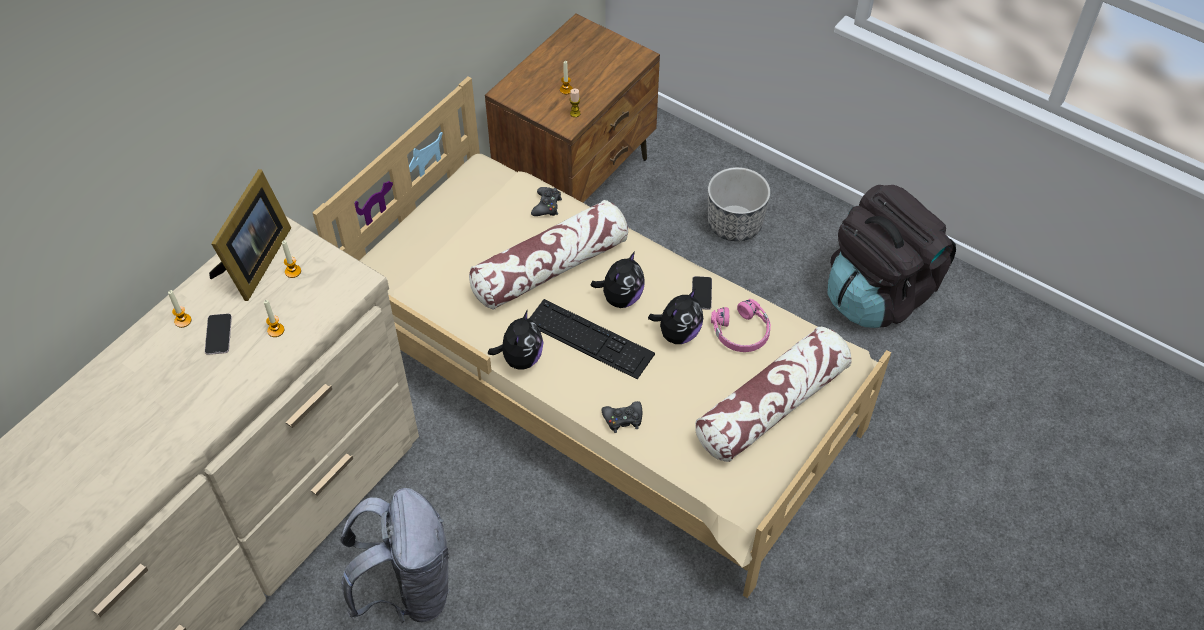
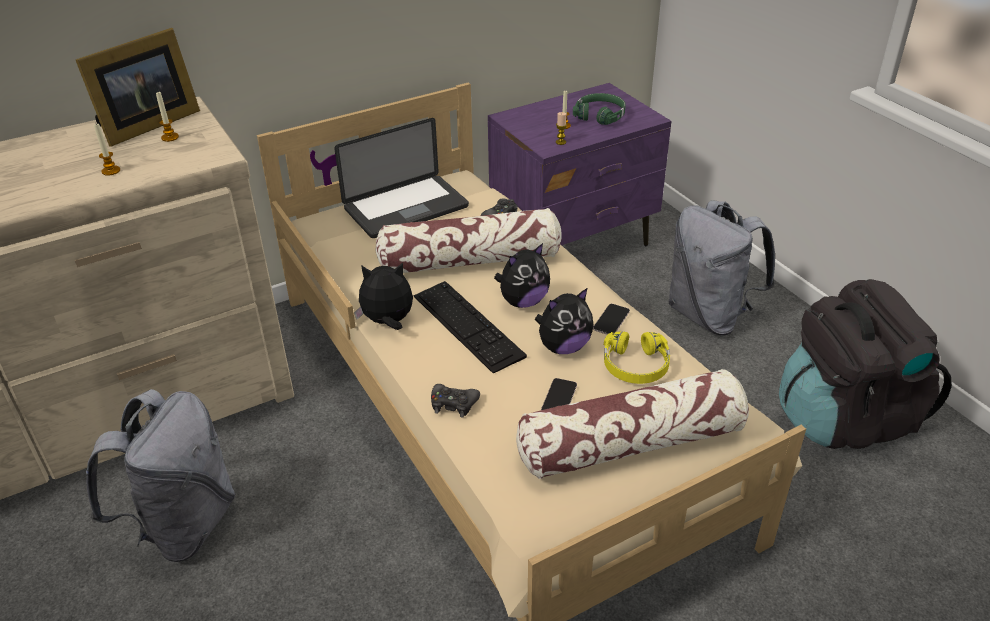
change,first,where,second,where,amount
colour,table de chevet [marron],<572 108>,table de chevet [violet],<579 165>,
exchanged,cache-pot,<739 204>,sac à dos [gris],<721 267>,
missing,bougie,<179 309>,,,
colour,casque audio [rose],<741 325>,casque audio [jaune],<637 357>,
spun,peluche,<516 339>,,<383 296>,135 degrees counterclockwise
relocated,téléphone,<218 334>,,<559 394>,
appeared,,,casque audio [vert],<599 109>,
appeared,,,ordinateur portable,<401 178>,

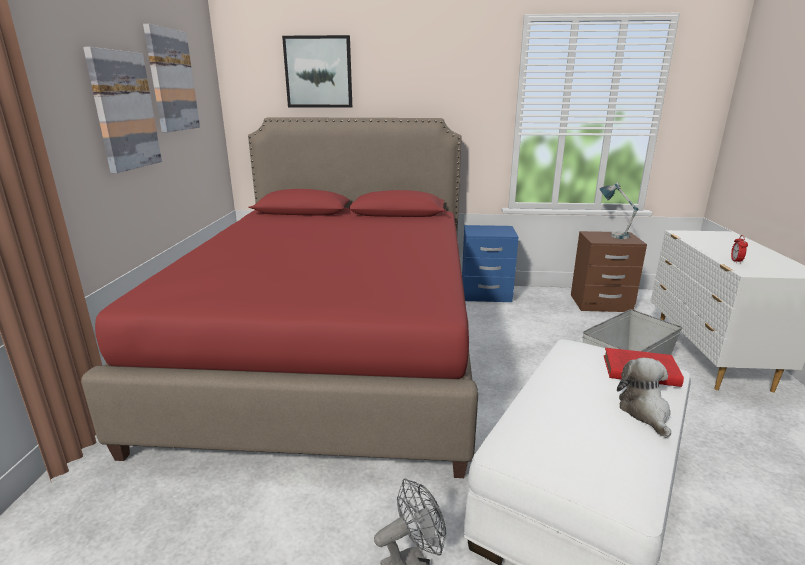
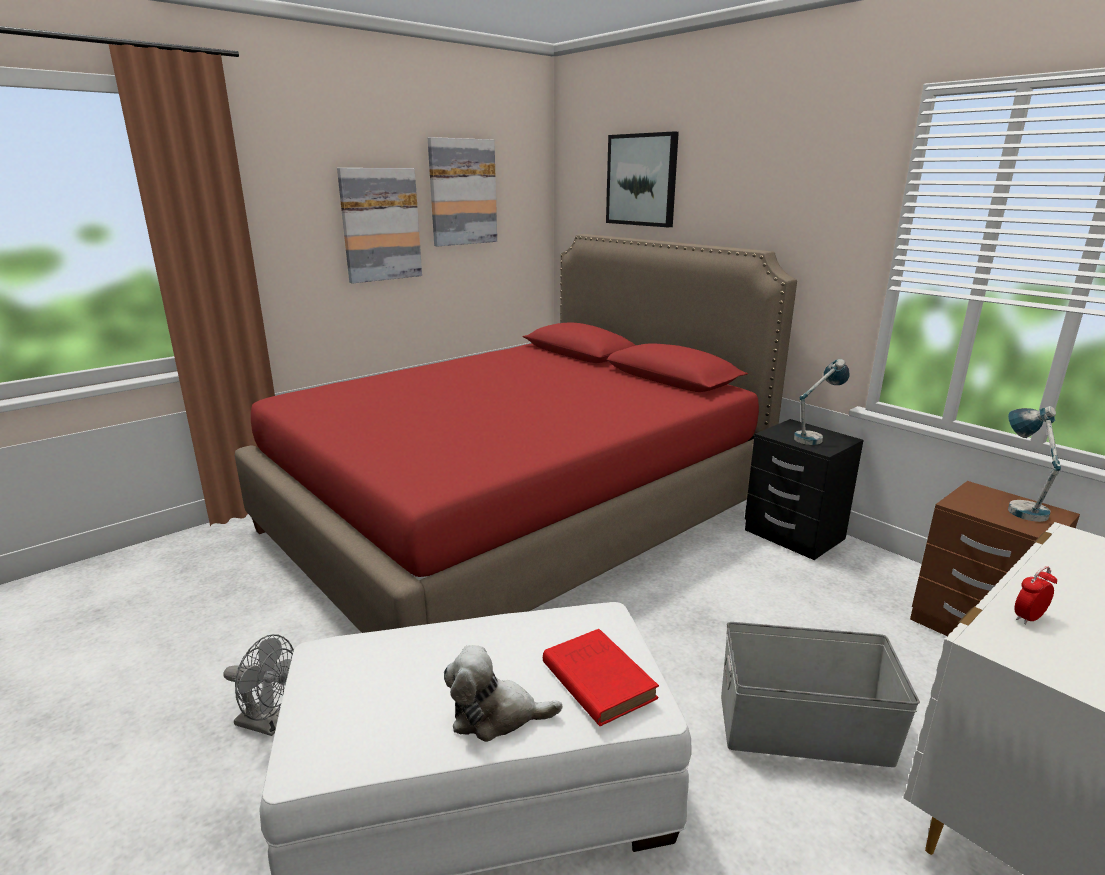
change,first,where,second,where,amount
colour,table de chevet [bleu],<490 263>,table de chevet [noir],<804 489>,
spun,peluche,<644 397>,,<503 693>,135 degrees counterclockwise
appeared,,,lampe de table,<822 402>,

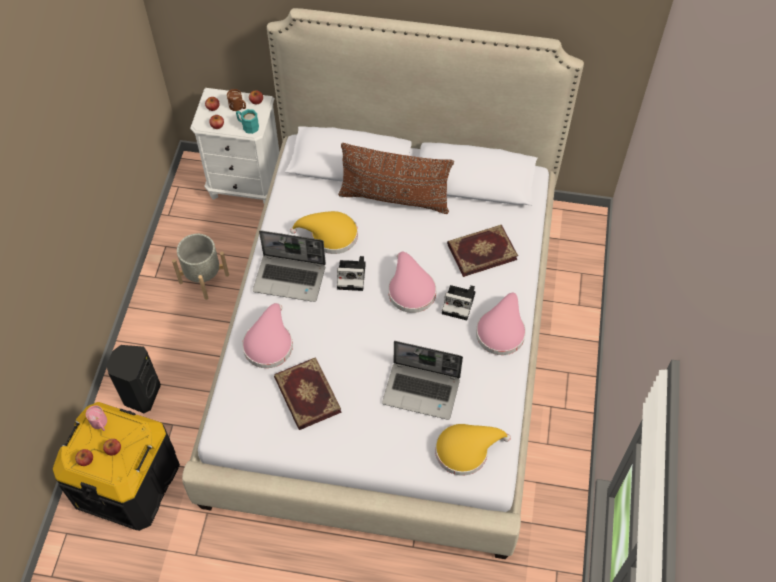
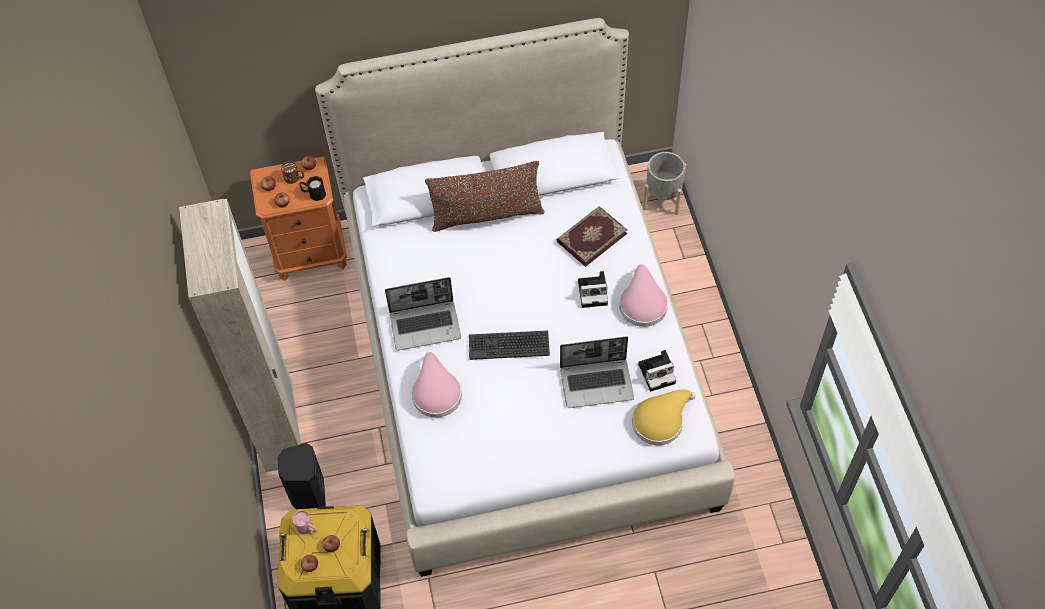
change,first,where,second,where,amount
colour,table de chevet [blanc],<235 146>,table de chevet [orange],<298 219>,
colour,mug [turquoise],<247 121>,mug [noir],<312 188>,
missing,chapeau [jaune],<324 232>,,,
relocated,cache-pot [gris],<200 267>,,<664 183>,
missing,chapeau [rose],<412 282>,,,
relocated,appareil photo,<351 273>,,<657 371>,
missing,livre,<308 393>,,,
appeared,,,armoire [beige],<240 335>,
appeared,,,clavier,<509 345>,

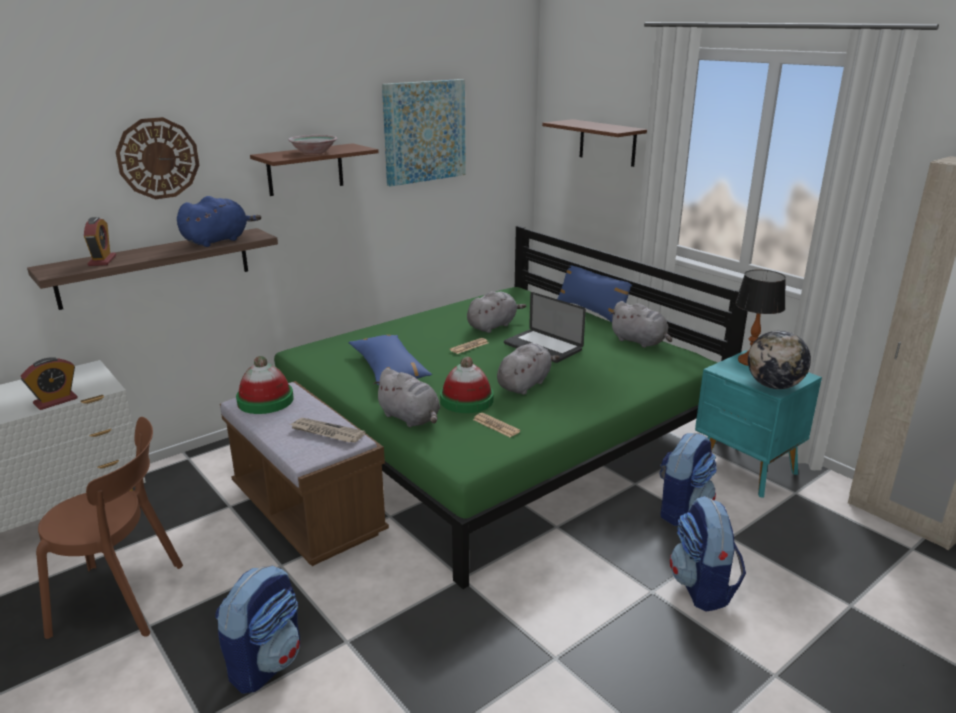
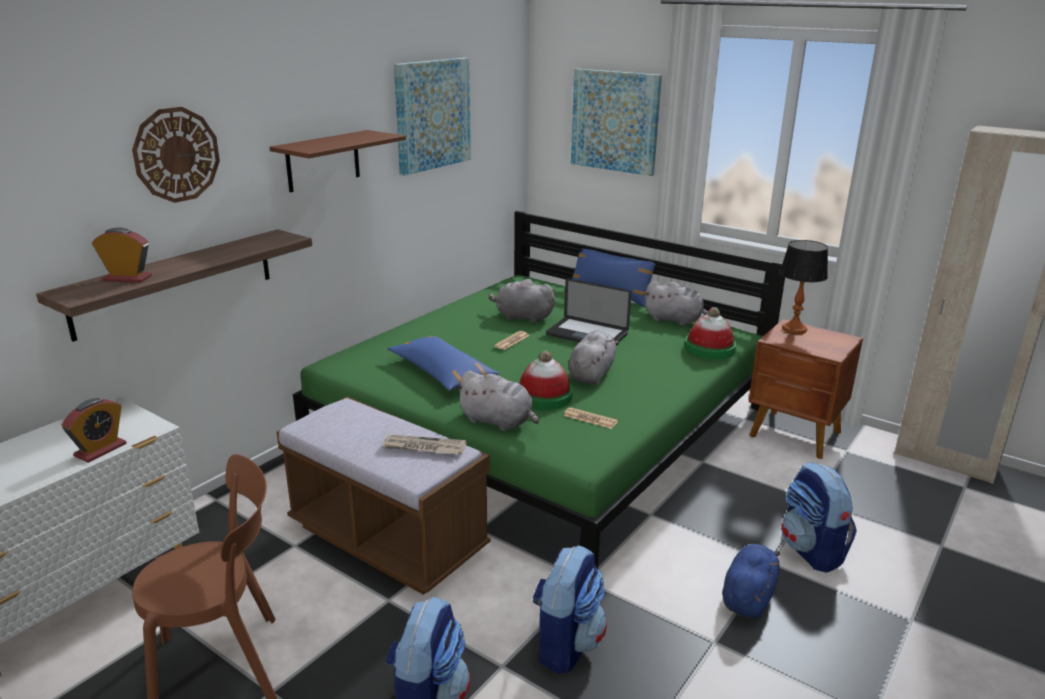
change,first,where,second,where,amount
exchanged,étagère [marron],<594 143>,tableau,<616 122>,
missing,bol,<312 144>,,,
relocated,peluche [bleu],<219 221>,,<751 581>,
spun,réveil,<100 241>,,<122 255>,60 degrees counterclockwise
spun,peluche [gris],<496 312>,,<522 301>,105 degrees counterclockwise
missing,globe,<779 359>,,,
colour,table de chevet [turquoise],<758 423>,table de chevet [marron],<806 389>,
relocated,chapeau,<265 385>,,<710 333>,
relocated,sac à dos,<688 479>,,<569 609>,

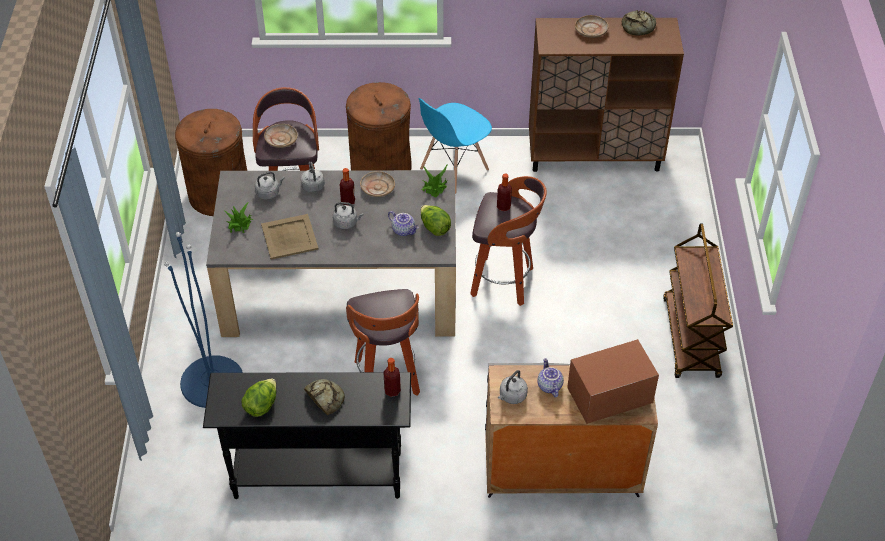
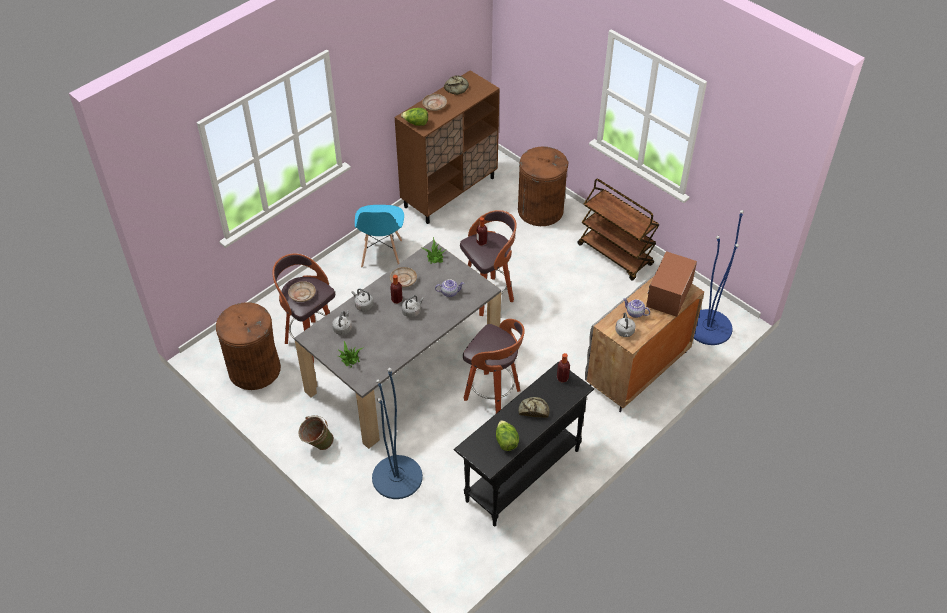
change,first,where,second,where,amount
relocated,poubelle [marron],<379 126>,,<543 186>,
relocated,laitue,<436 220>,,<414 117>,
missing,plateau [beige],<290 237>,,,
appeared,,,lampadaire [bleu],<719 277>,
appeared,,,seau [vert],<316 432>,

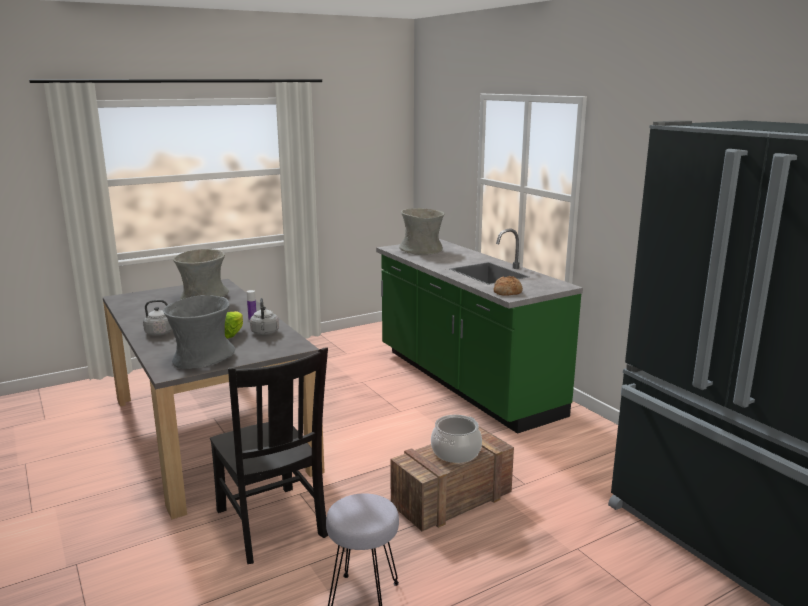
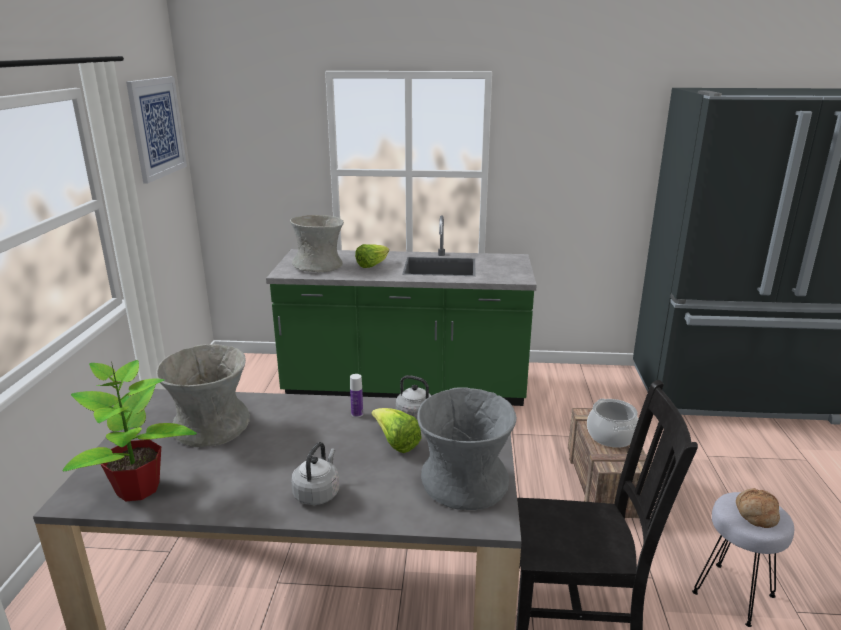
change,first,where,second,where,amount
relocated,pain,<508 286>,,<758 508>,
appeared,,,tableau,<156 130>,
appeared,,,laitue,<372 256>,
appeared,,,plante en pot,<129 431>,

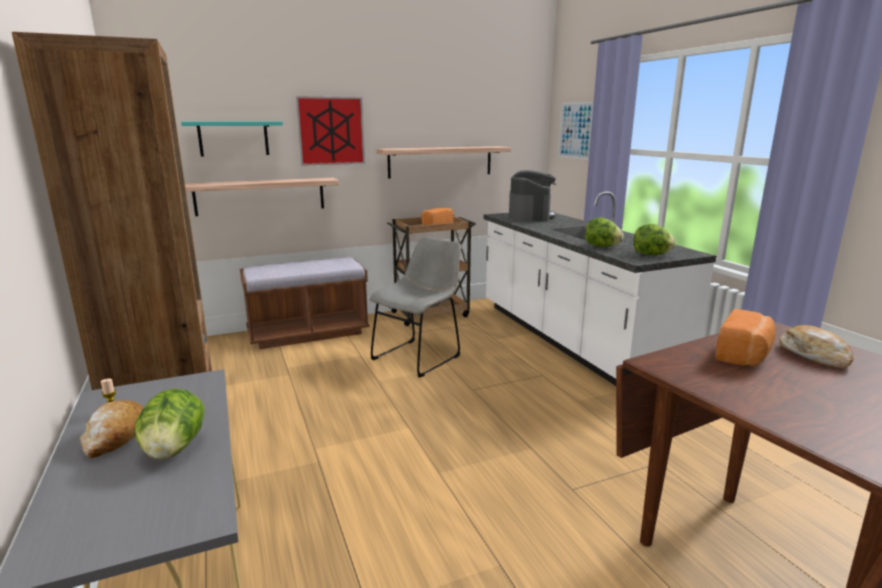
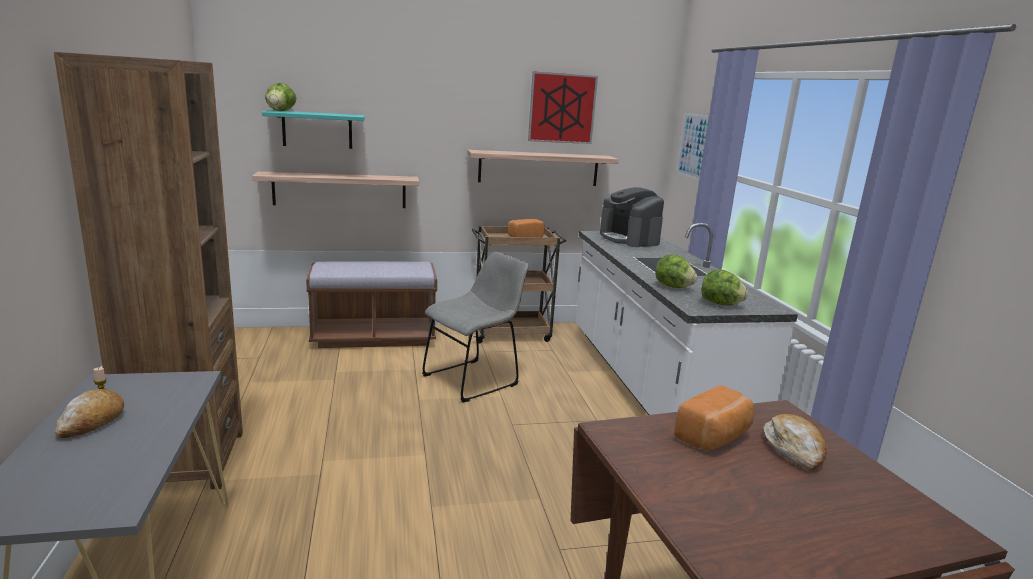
change,first,where,second,where,amount
relocated,tableau,<330 131>,,<563 107>,
spun,machine à café,<532 196>,,<632 217>,135 degrees clockwise
relocated,laitue,<170 424>,,<280 97>,

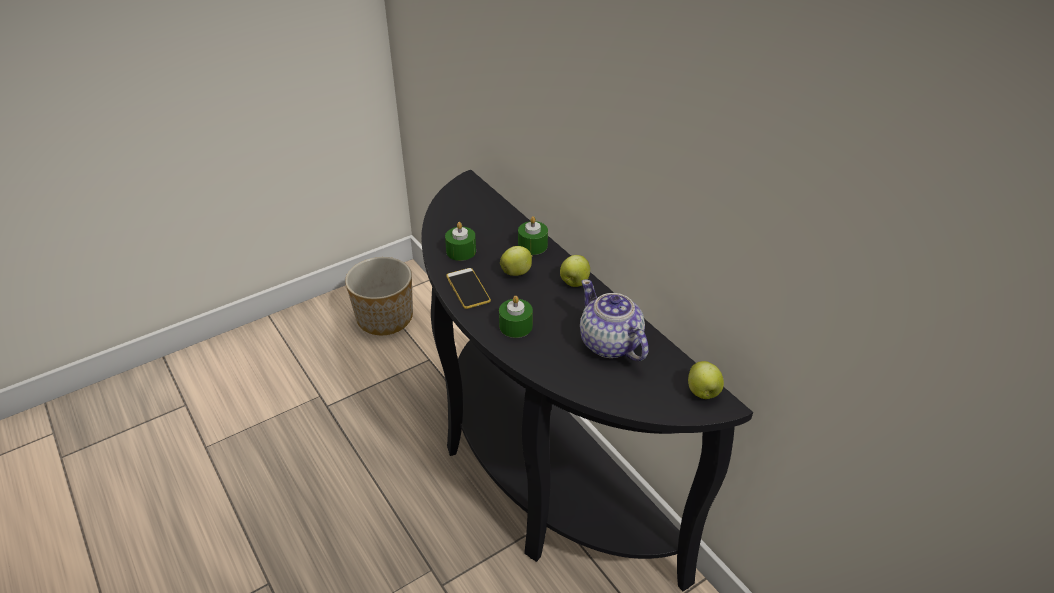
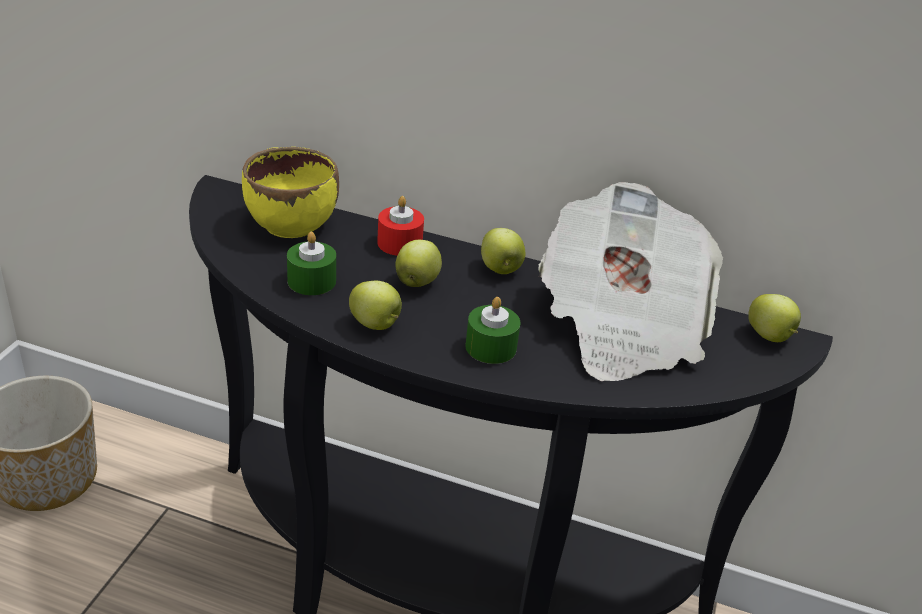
change,first,where,second,where,amount
colour,bougie [vert],<533 235>,bougie [rouge],<400 226>,
exchanged,téléphone,<468 288>,pomme,<375 305>,
exchanged,théière,<614 320>,journal,<630 281>,
appeared,,,bol [jaune],<290 192>,

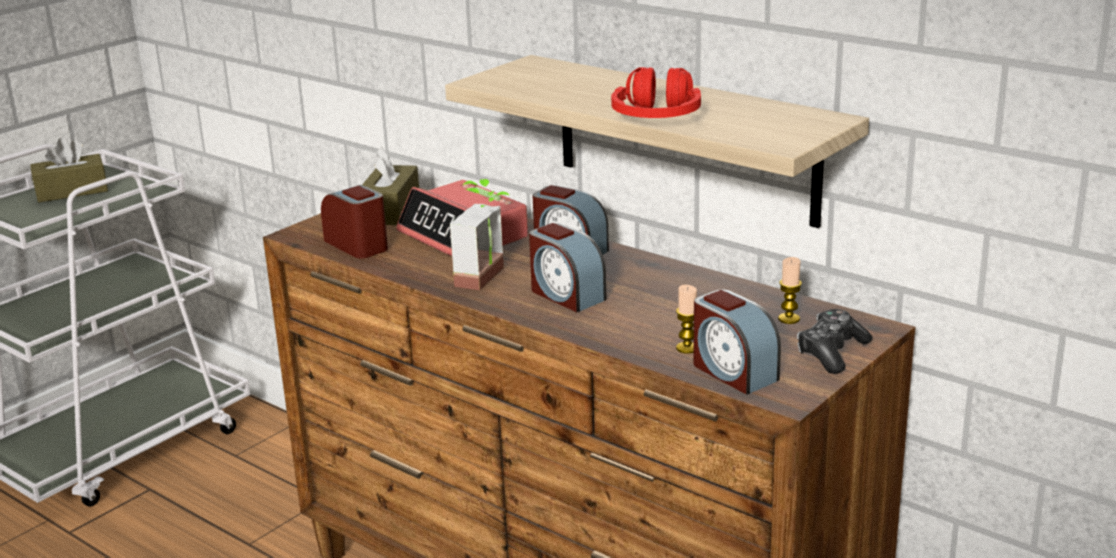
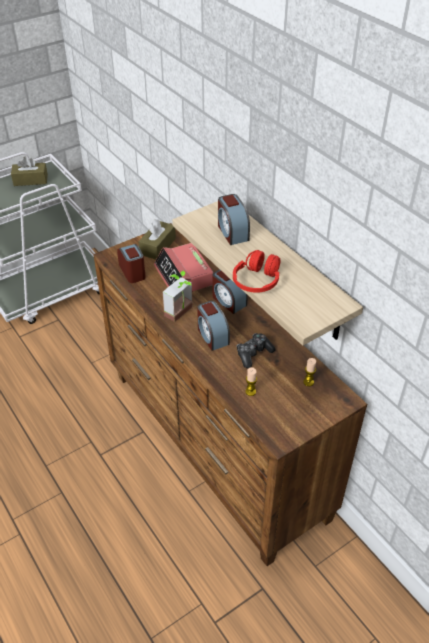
change,first,where,second,where,amount
relocated,réveil,<737 342>,,<234 219>,
relocated,manette,<835 341>,,<256 350>,

